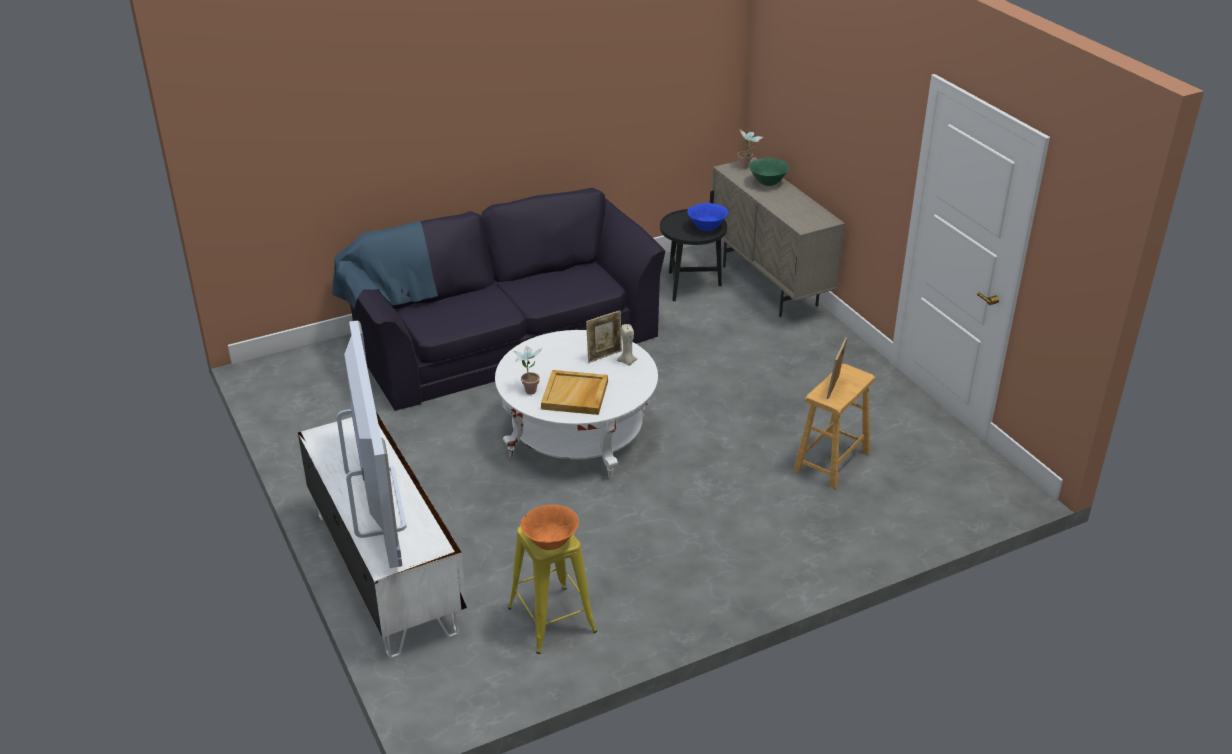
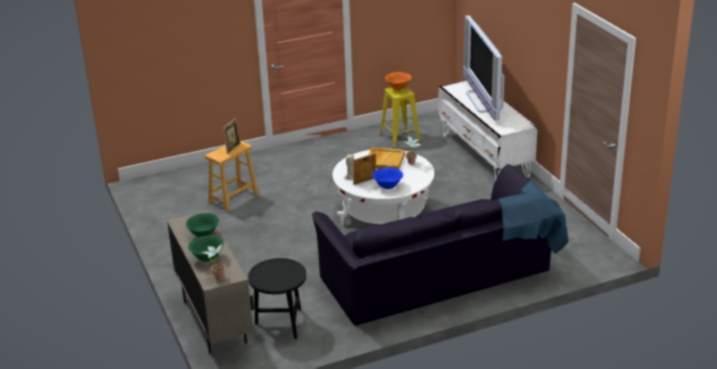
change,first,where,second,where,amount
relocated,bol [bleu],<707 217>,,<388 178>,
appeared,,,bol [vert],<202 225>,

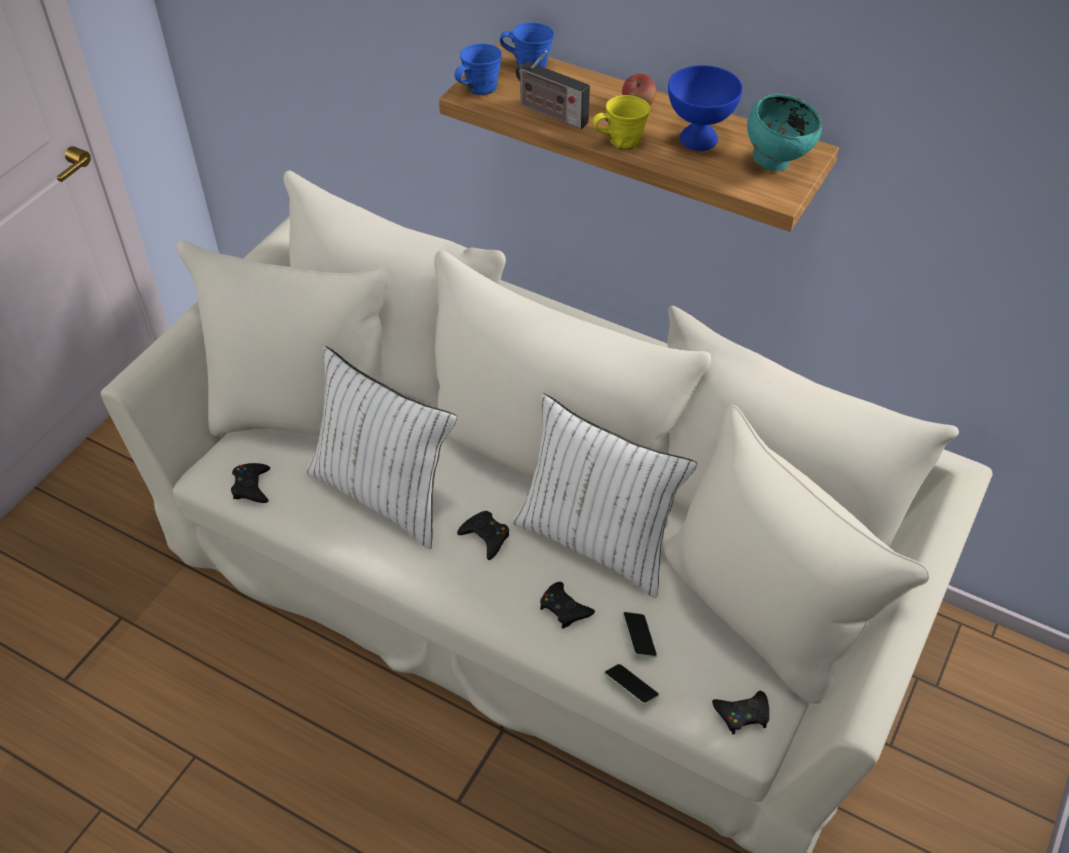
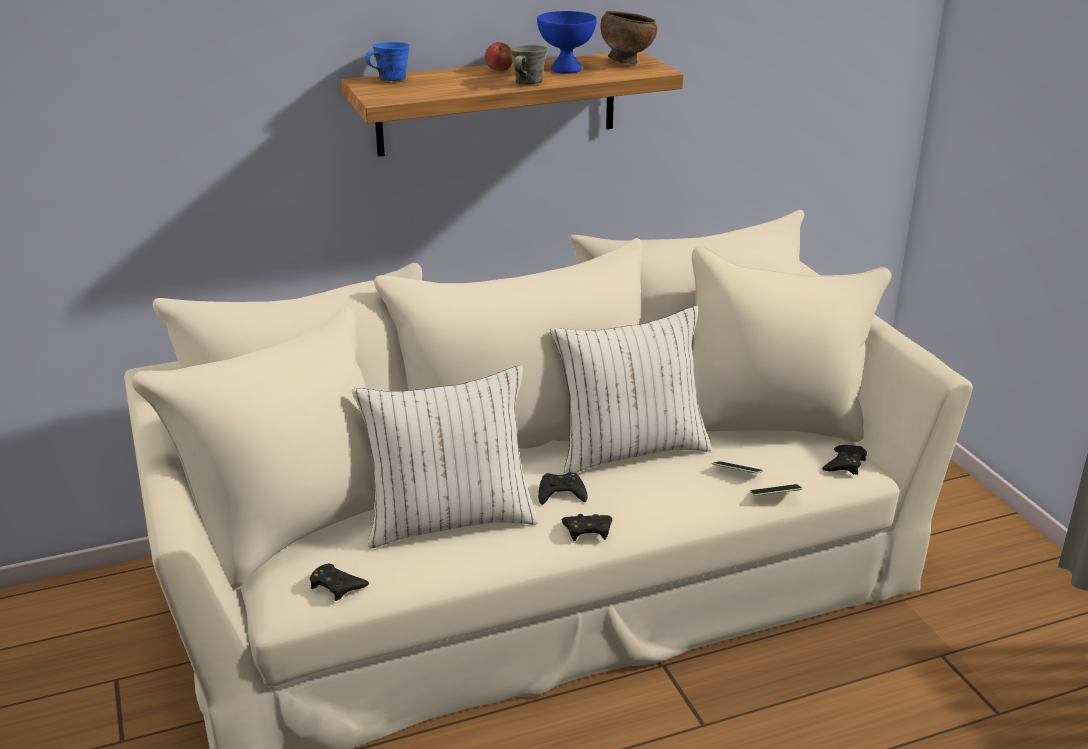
change,first,where,second,where,amount
missing,mug [bleu],<478 69>,,,
missing,radio,<553 89>,,,
colour,bol [turquoise],<784 133>,bol [marron],<628 37>,
colour,mug [jaune],<621 122>,mug [gris],<528 65>,
relocated,manette [noir],<567 605>,,<587 527>,

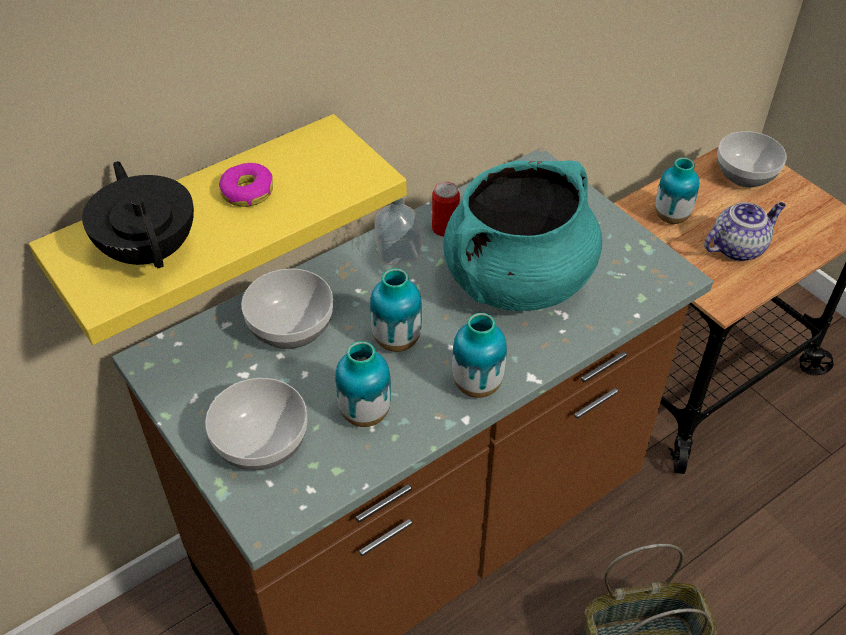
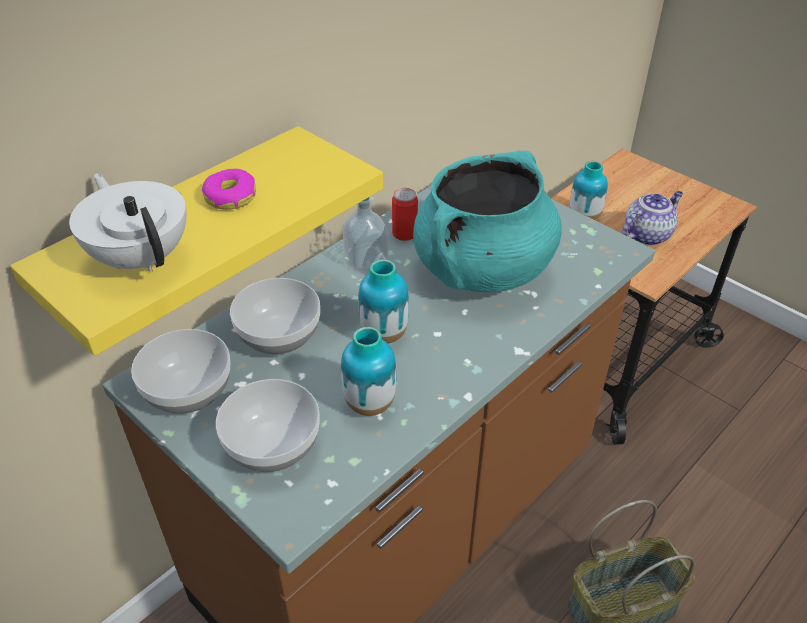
change,first,where,second,where,amount
relocated,bol,<752 159>,,<180 371>,
colour,théière [noir],<138 214>,théière [blanc],<127 222>,
missing,vase,<479 355>,,,

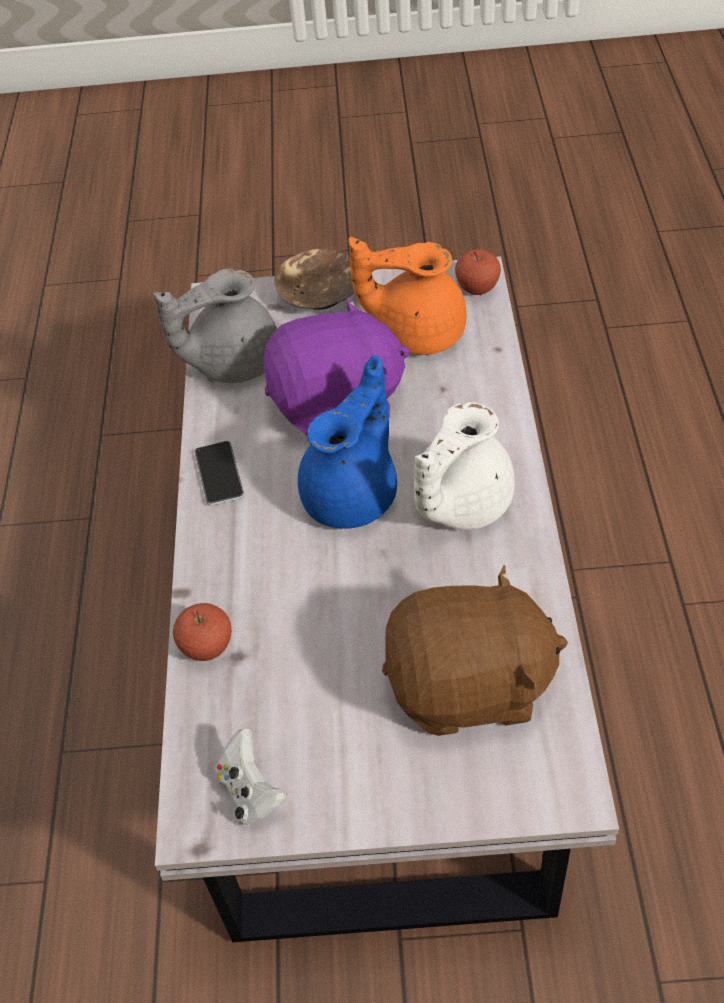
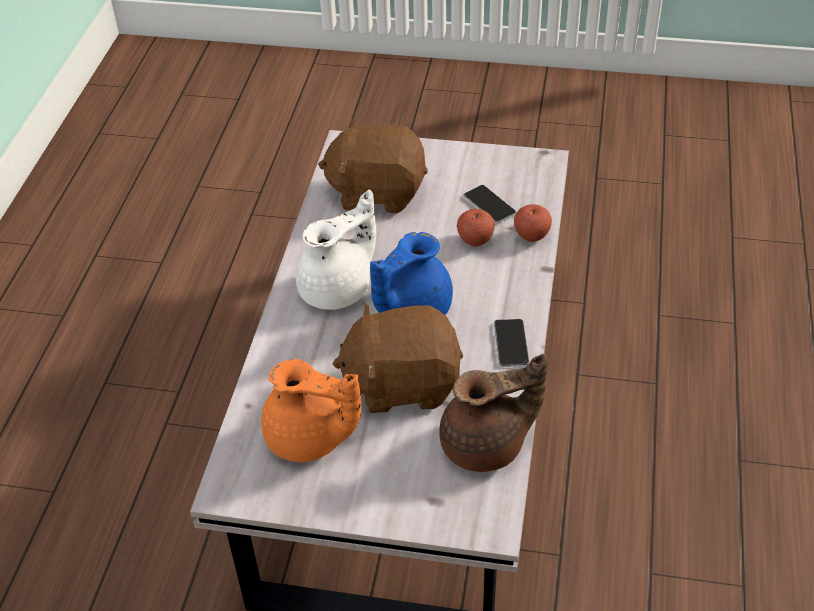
change,first,where,second,where,amount
missing,bol [marron],<314 279>,,,
relocated,pomme,<478 272>,,<476 228>,
colour,théière [gris],<215 326>,théière [marron],<493 413>,
colour,peluche [violet],<336 366>,peluche [marron],<398 358>,
missing,manette [blanc],<250 778>,,,
appeared,,,téléphone,<489 204>,

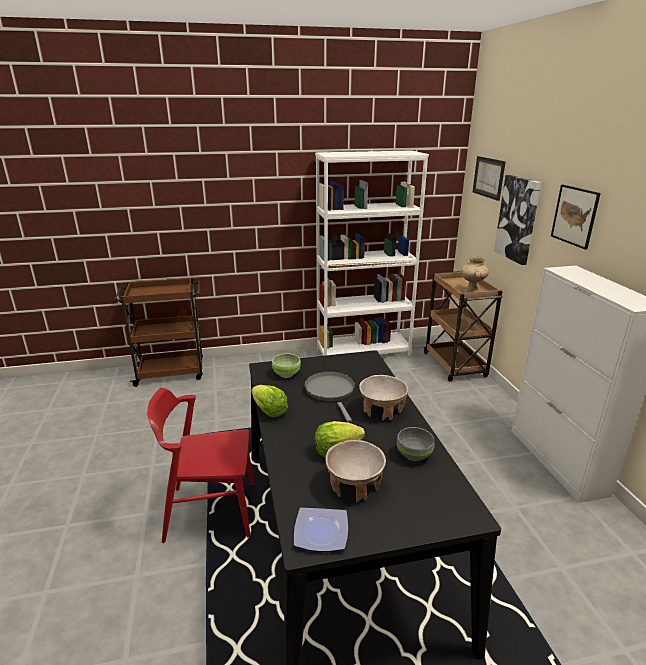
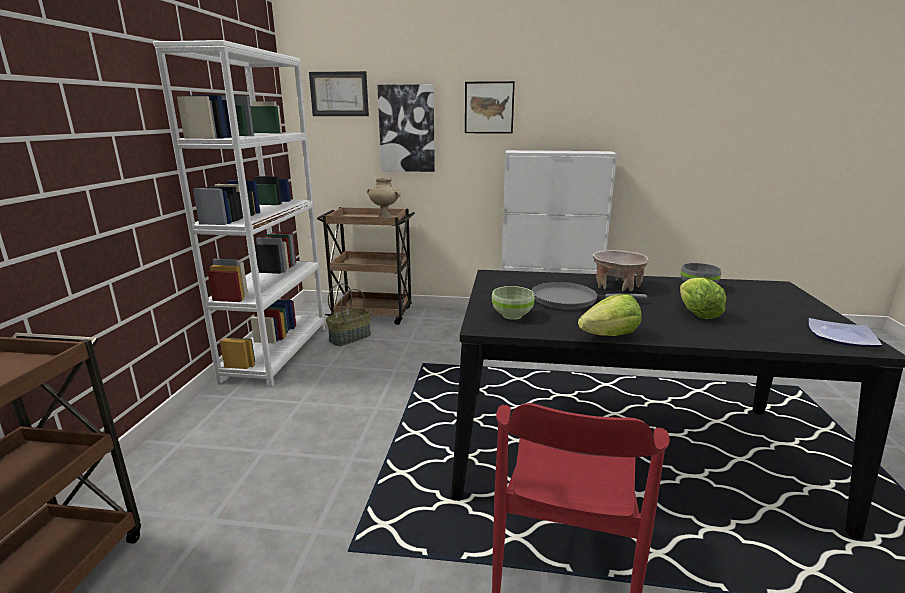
change,first,where,second,where,amount
missing,bol [beige],<355 471>,,,
appeared,,,panier,<348 314>,

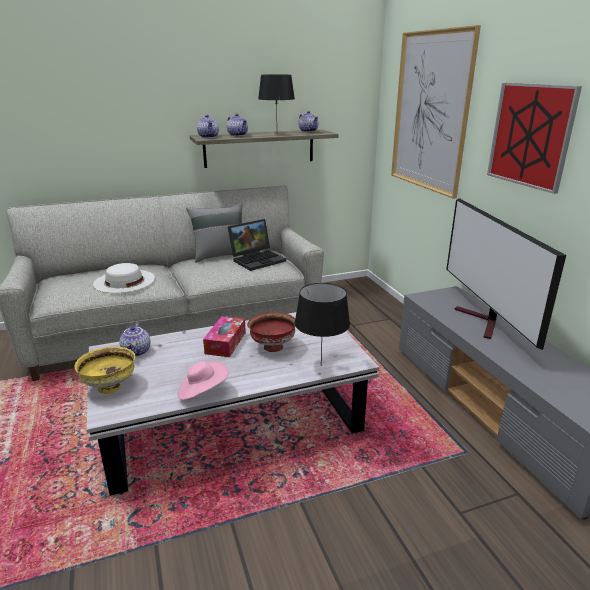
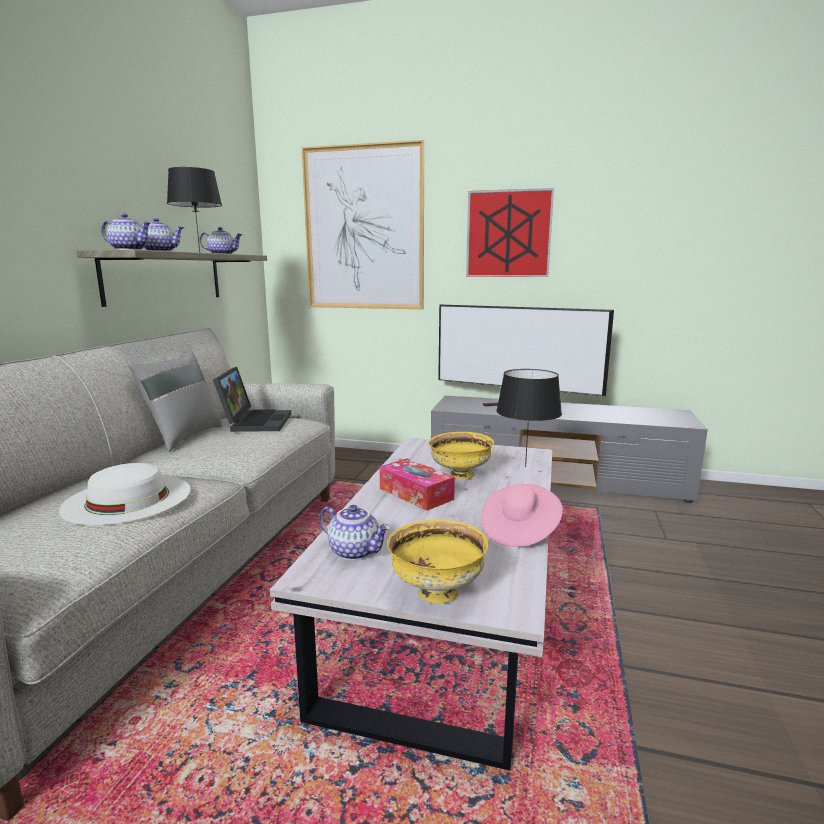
change,first,where,second,where,amount
colour,bol [rouge],<271 332>,bol [jaune],<461 456>,

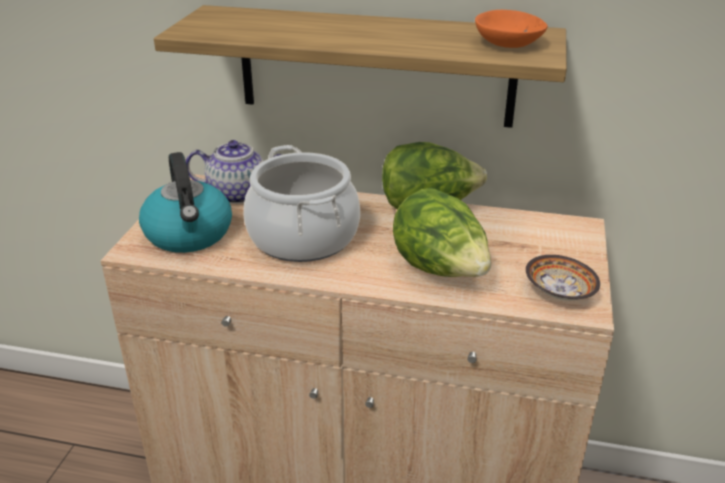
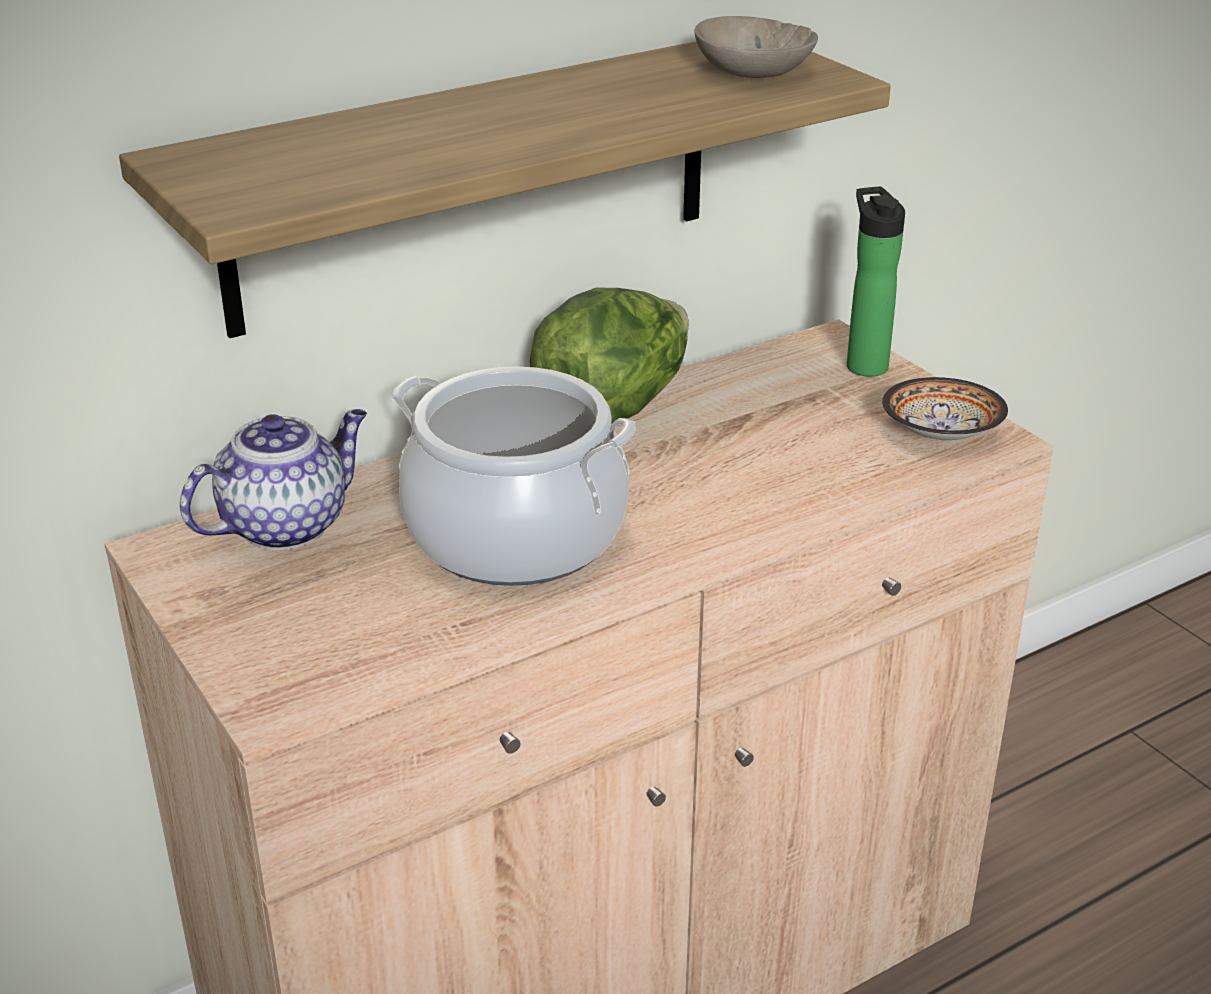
change,first,where,second,where,amount
colour,bol [orange],<511 29>,bol [beige],<756 47>,
missing,bouilloire,<185 202>,,,
missing,laitue,<442 232>,,,
appeared,,,bouteille,<876 282>,

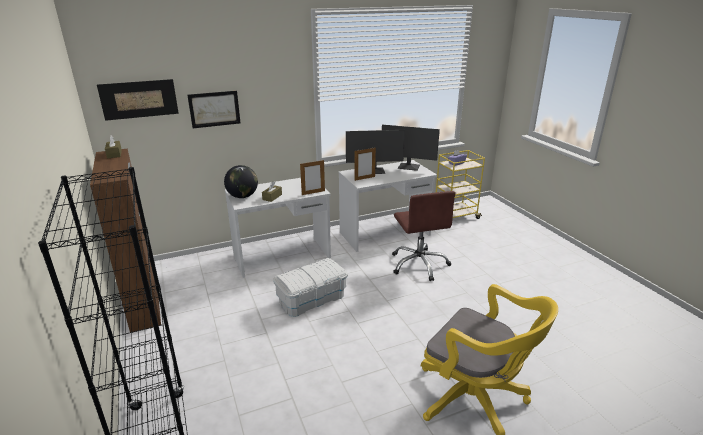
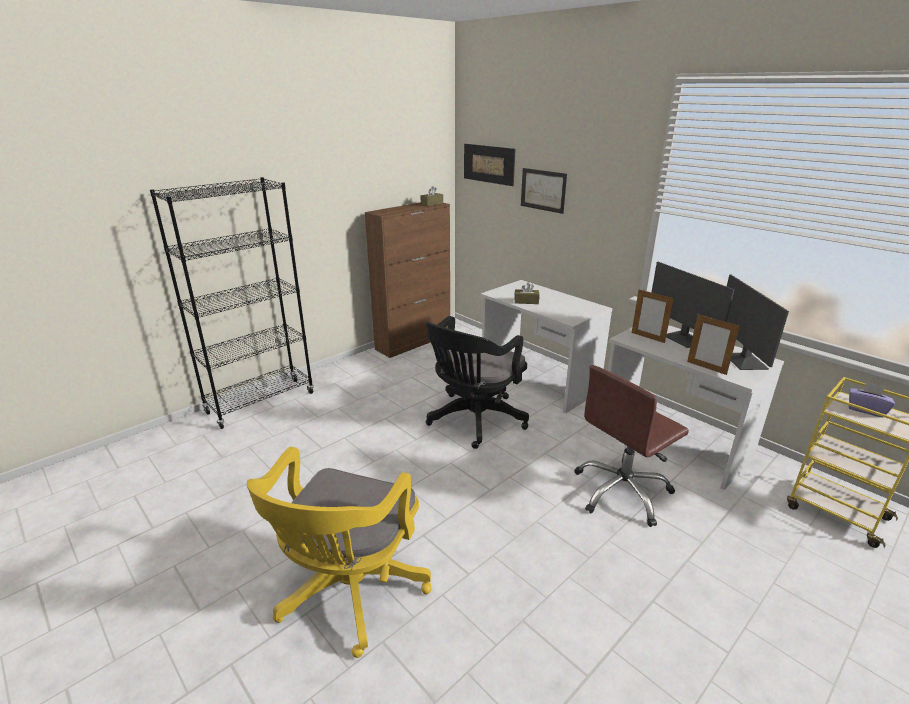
change,first,where,second,where,amount
relocated,cadre photo,<312 177>,,<713 344>,
missing,globe,<241 181>,,,
exchanged,boîte de rangement [blanc],<310 287>,chaise de bureau [noir],<477 382>,

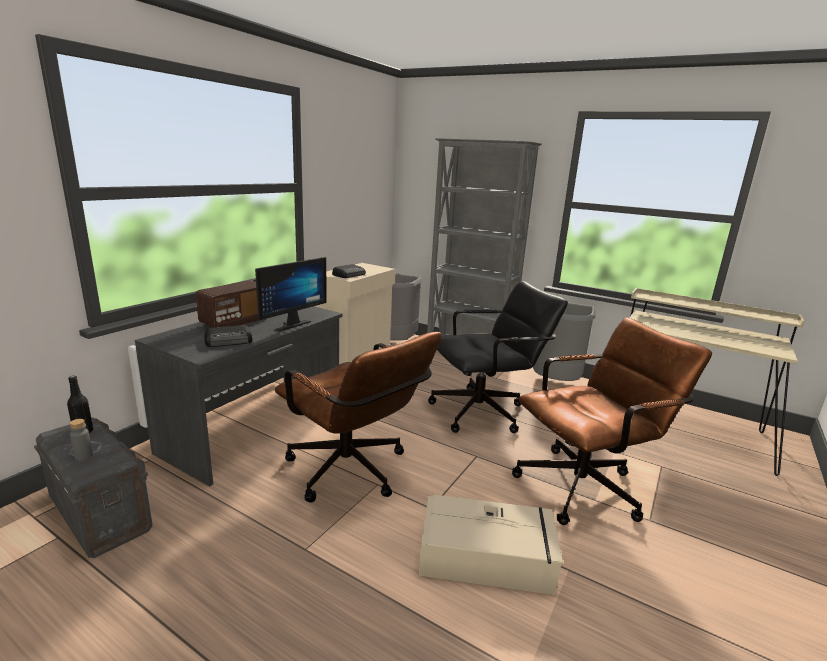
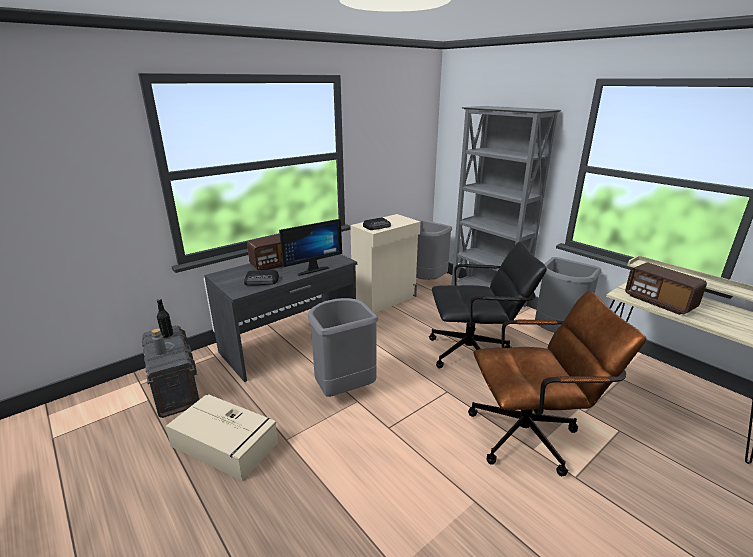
change,first,where,second,where,amount
exchanged,chaise de bureau [marron],<358 417>,poubelle [gris],<343 347>,
relocated,boîte de rangement [beige],<491 545>,,<221 437>,
appeared,,,radio,<666 288>,

